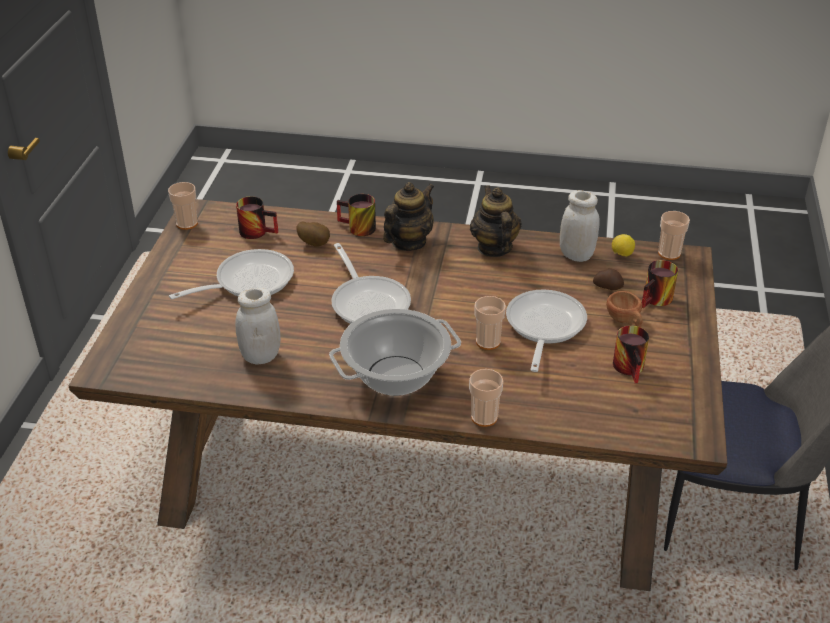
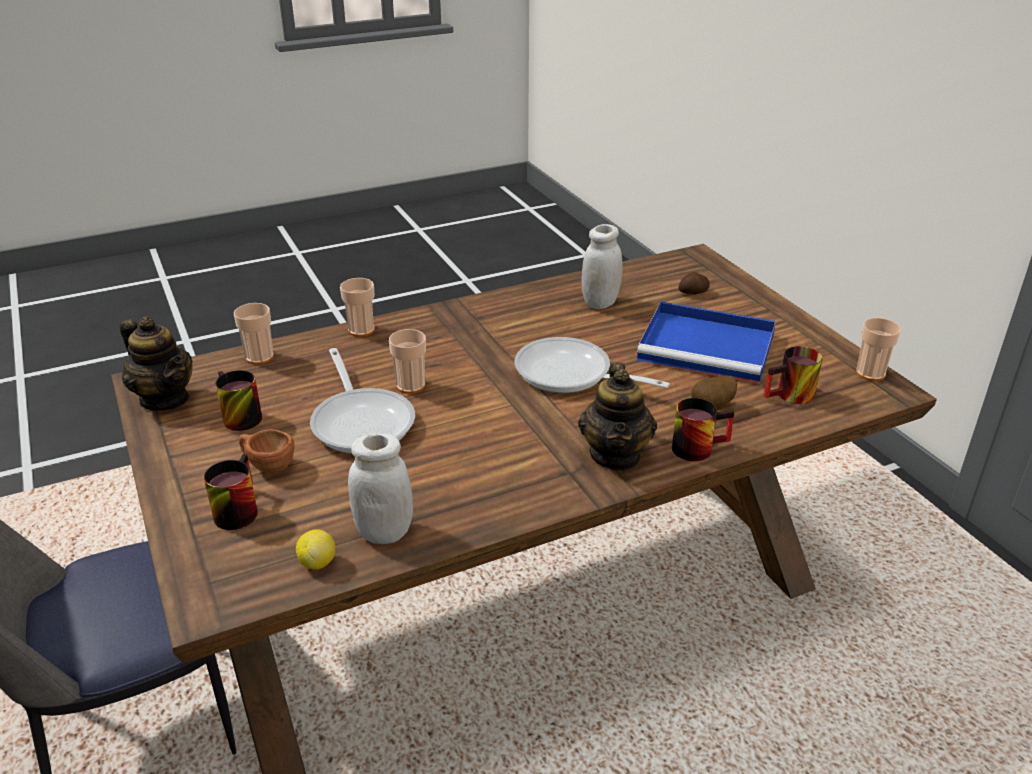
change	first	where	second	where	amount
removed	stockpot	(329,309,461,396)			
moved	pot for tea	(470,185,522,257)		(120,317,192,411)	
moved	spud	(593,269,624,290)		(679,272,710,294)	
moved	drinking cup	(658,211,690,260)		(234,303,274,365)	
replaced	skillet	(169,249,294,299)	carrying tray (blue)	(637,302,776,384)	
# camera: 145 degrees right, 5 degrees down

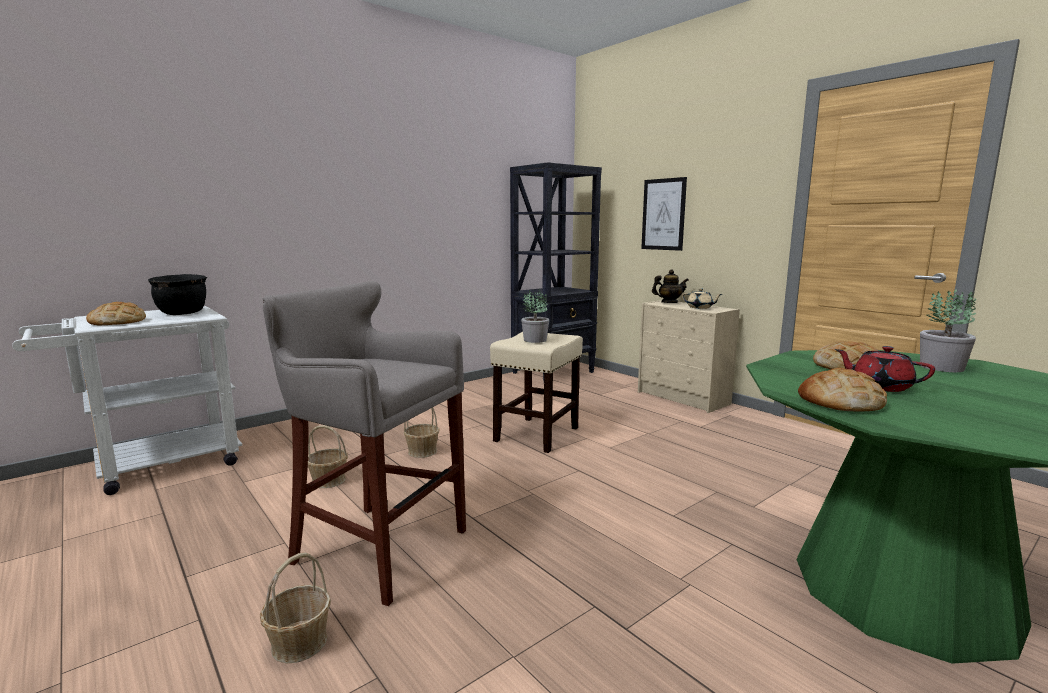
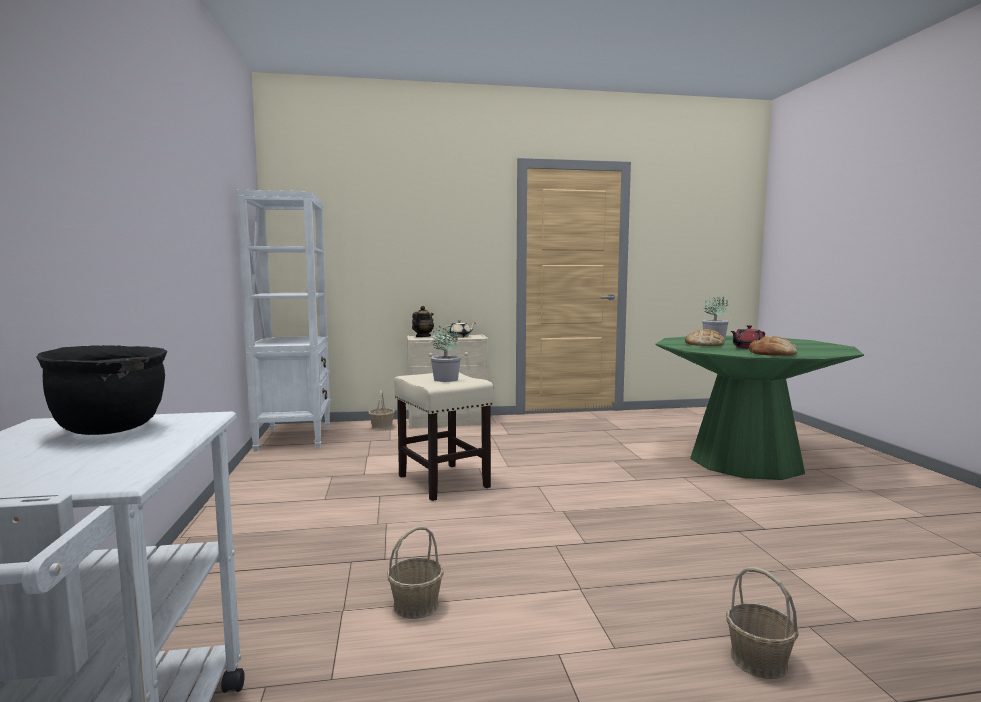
change	first	where	second	where	amount
removed	bakery bread	(86,302,146,325)			
removed	sitting stool (gray)	(263,281,466,606)			
removed	wall picture	(641,177,687,251)			
moved	basket	(404,407,440,458)		(368,390,395,431)	
recoloured	bookcase (black)	(510,162,602,380)	bookcase (white-coloured)	(236,190,331,452)	
# camera: 60 degrees left, 5 degrees down

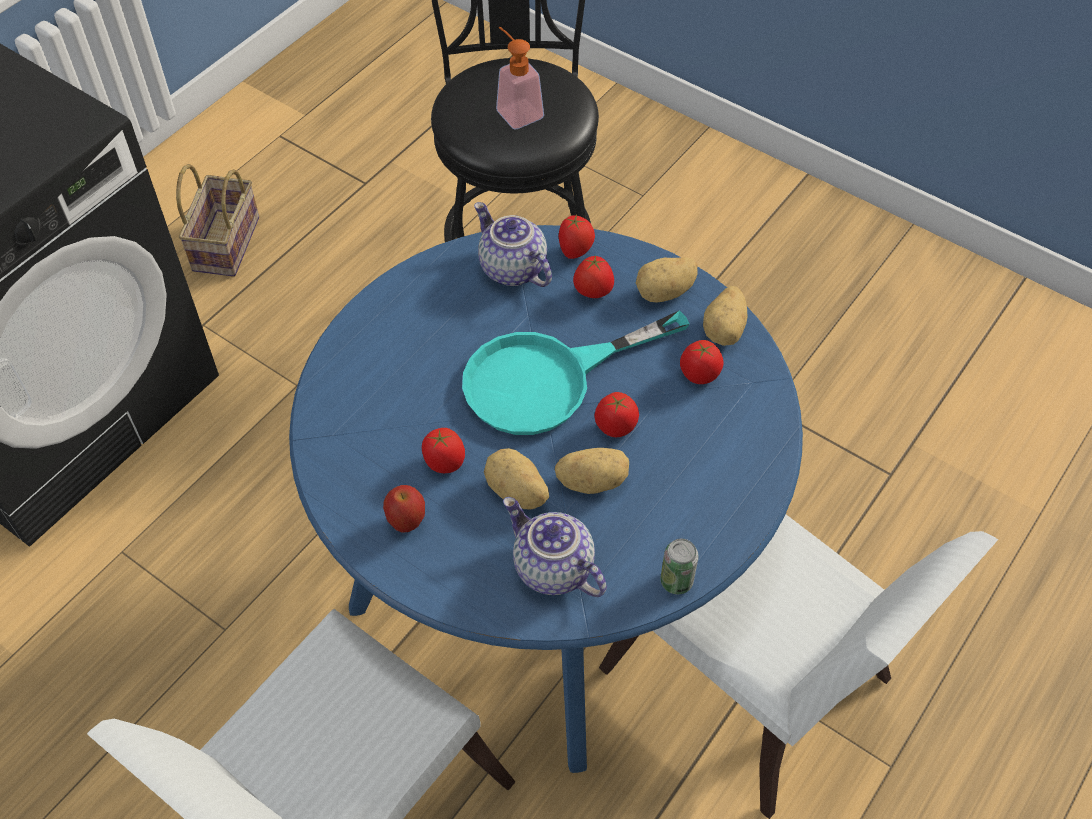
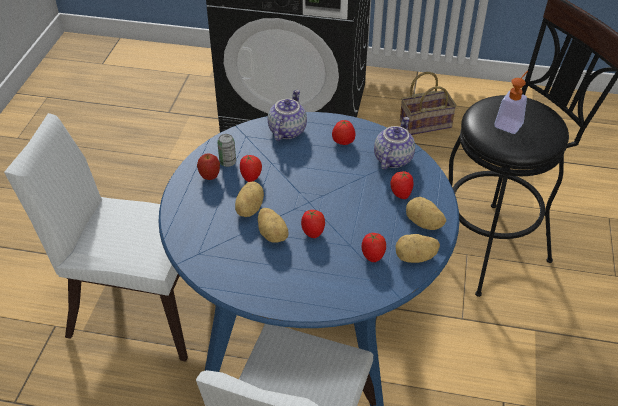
change	first	where	second	where	amount
removed	skillet (turquoise)	(462,310,690,435)			
moved	pot for tea	(503,497,607,597)		(268,90,307,141)	
moved	whole tomato	(559,215,595,259)		(332,119,355,145)	
moved	can	(660,538,699,594)		(217,134,236,167)	
# camera: 65 degrees right, 10 degrees down

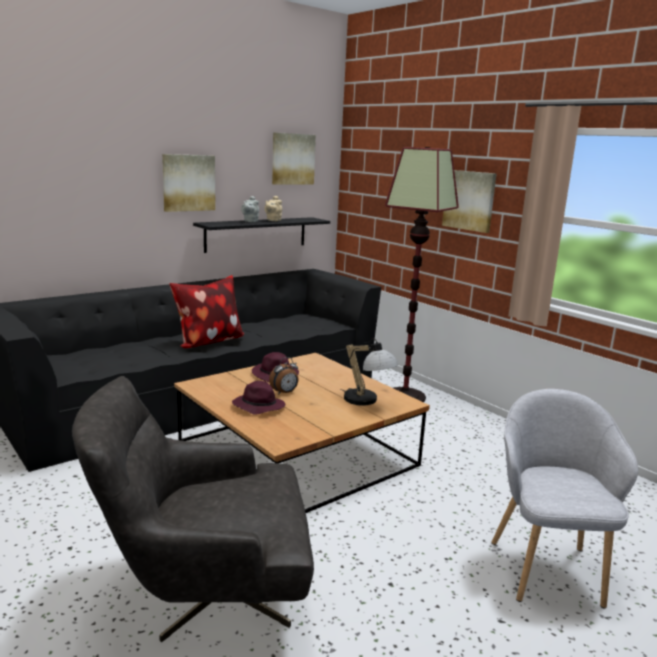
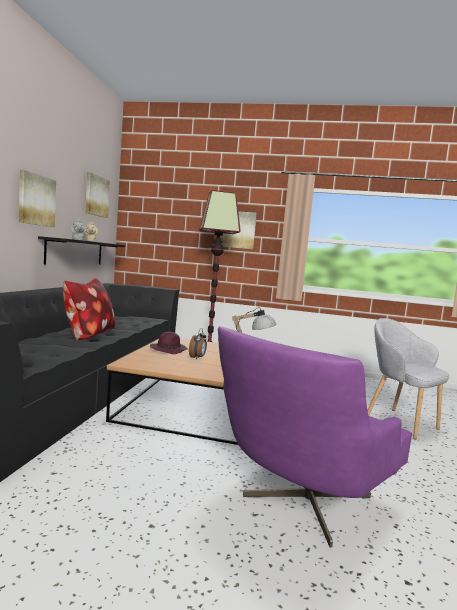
change	first	where	second	where	amount
removed	hat (purple)	(232,381,286,415)			
recoloured	lounge chair (gray)	(72,376,314,642)	lounge chair (purple)	(218,326,412,547)	
# camera: 40 degrees left, 10 degrees down

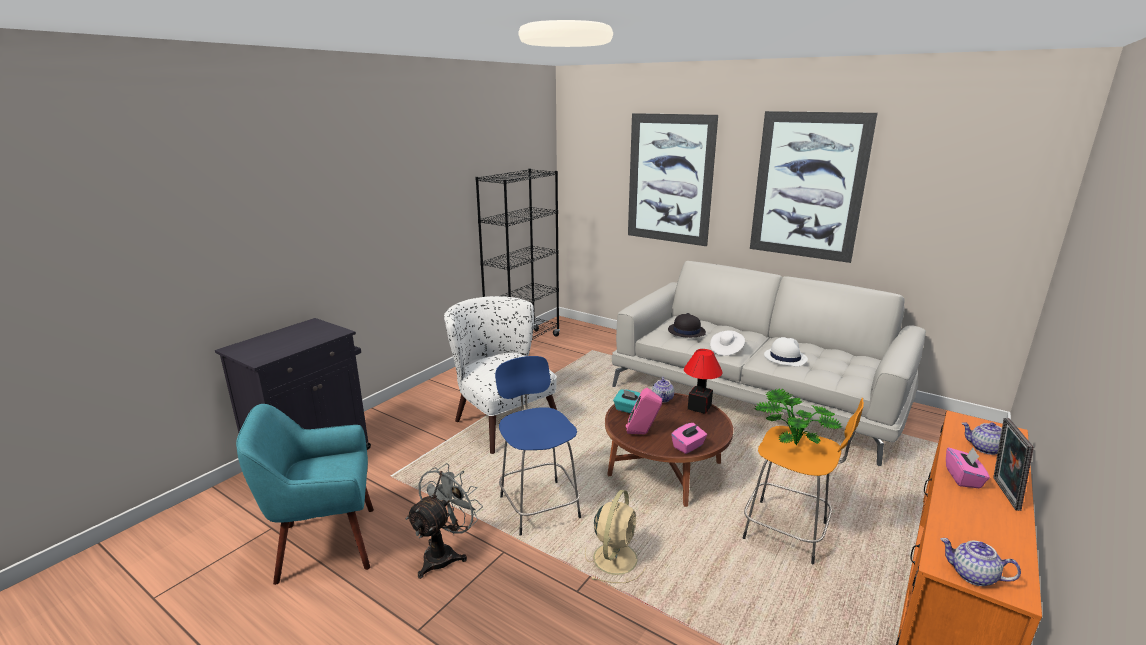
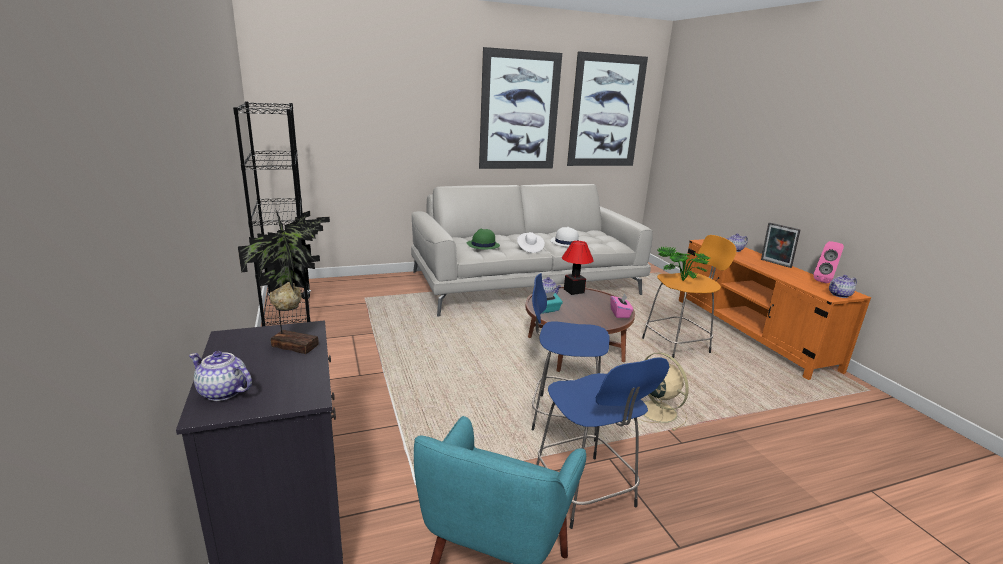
change	first	where	second	where	amount
removed	lounge chair (white-coloured)	(444,296,557,454)			
removed	tissue holder (pinkish)	(946,447,990,489)			
added			pot for tea	(189,351,252,401)	
added			potted plant	(238,210,330,354)	
moved	loudspeaker (pinkish)	(626,388,662,434)		(813,241,844,283)	
moved	wall picture	(628,113,718,246)		(567,51,648,166)	
replaced	electric fan (gray)	(405,463,483,579)	sitting stool (blue)	(536,357,669,529)	
recoloured	hat (black)	(668,313,706,338)	hat (green)	(467,229,500,249)	
# camera: 55 degrees left, 0 degrees up

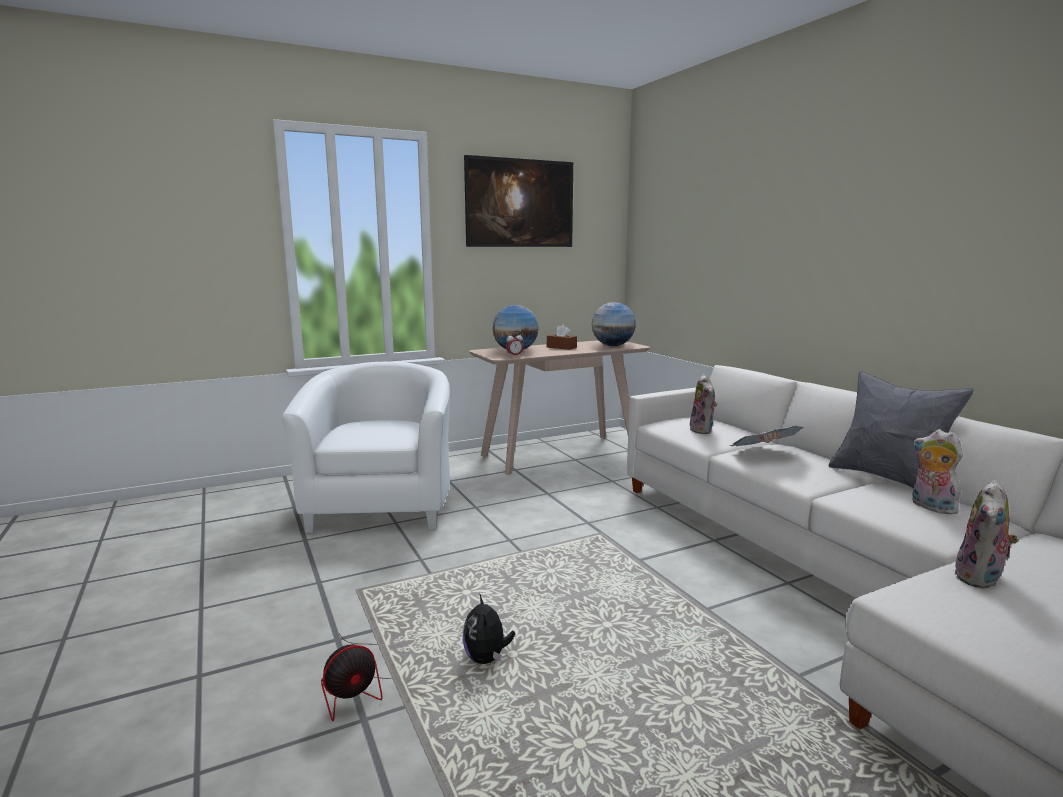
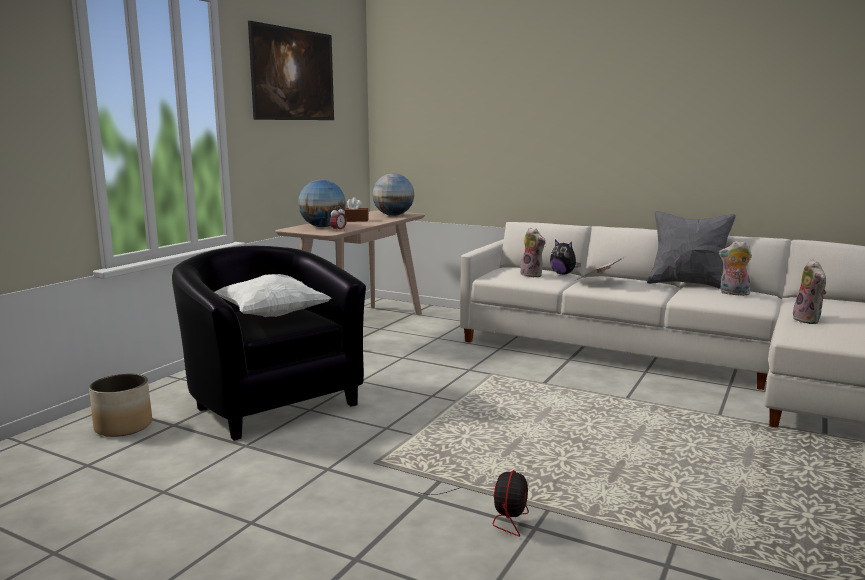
change	first	where	second	where	amount
added			flower pot	(89,374,152,437)	
added			pillow (white-coloured)	(215,274,331,317)	
moved	plush toy	(462,593,515,664)		(550,240,581,274)	
recoloured	lounge chair (white-coloured)	(282,362,450,533)	lounge chair (black)	(172,246,366,441)	
# camera: 35 degrees left, 0 degrees up

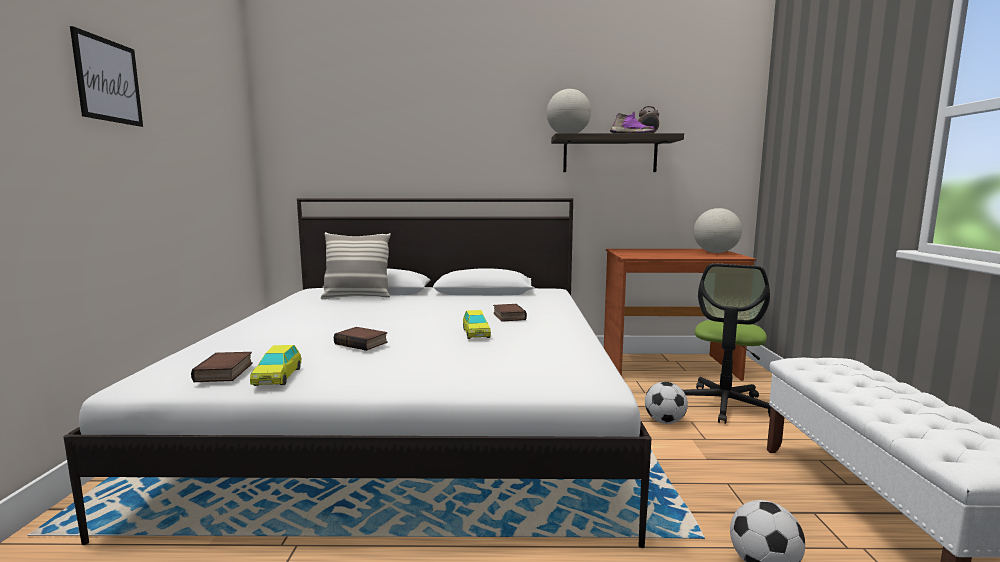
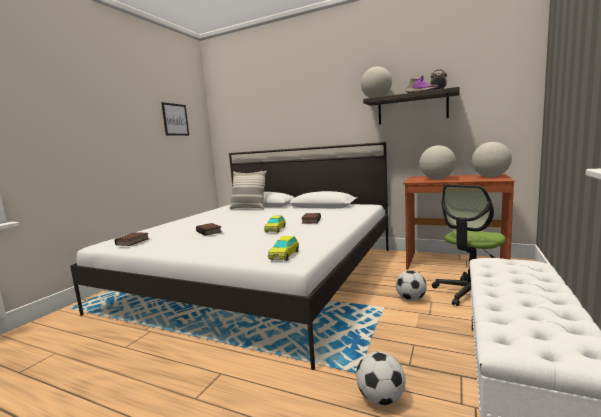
change	first	where	second	where	amount
added			globe	(419,145,456,180)	
moved	wall picture	(70,26,143,127)		(161,102,189,136)	
moved	model car	(250,345,301,386)		(268,236,299,261)	
# camera: 25 degrees right, 0 degrees up

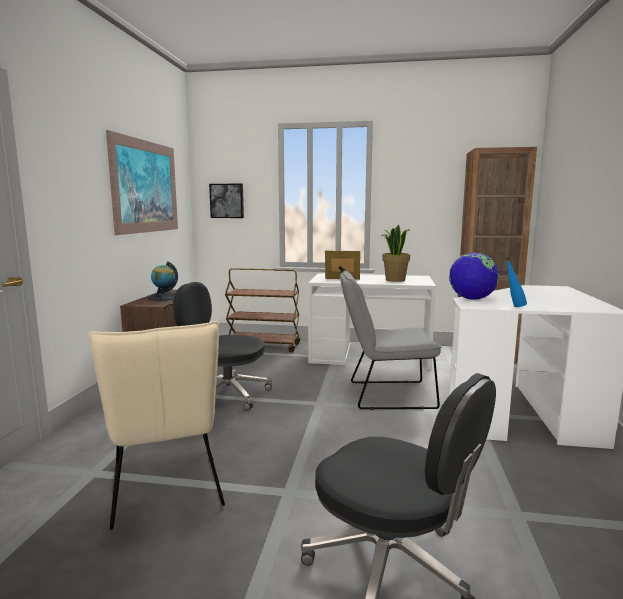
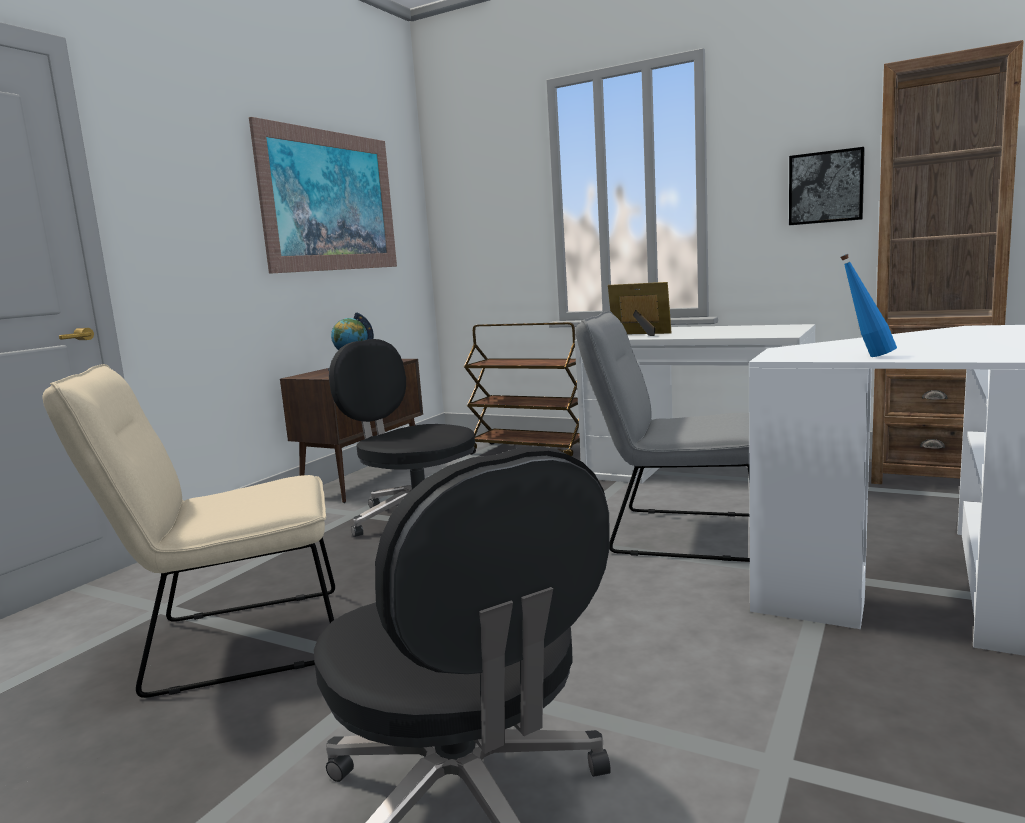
change	first	where	second	where	amount
removed	potted plant	(382,225,410,282)			
removed	globe	(449,252,499,300)			
moved	wall picture	(209,184,244,218)		(789,147,865,225)	
turned	plain chair (sand-coloured)	(88,321,225,530)		(42,364,335,698)	75 degrees clockwise
# camera: 20 degrees right, 0 degrees up

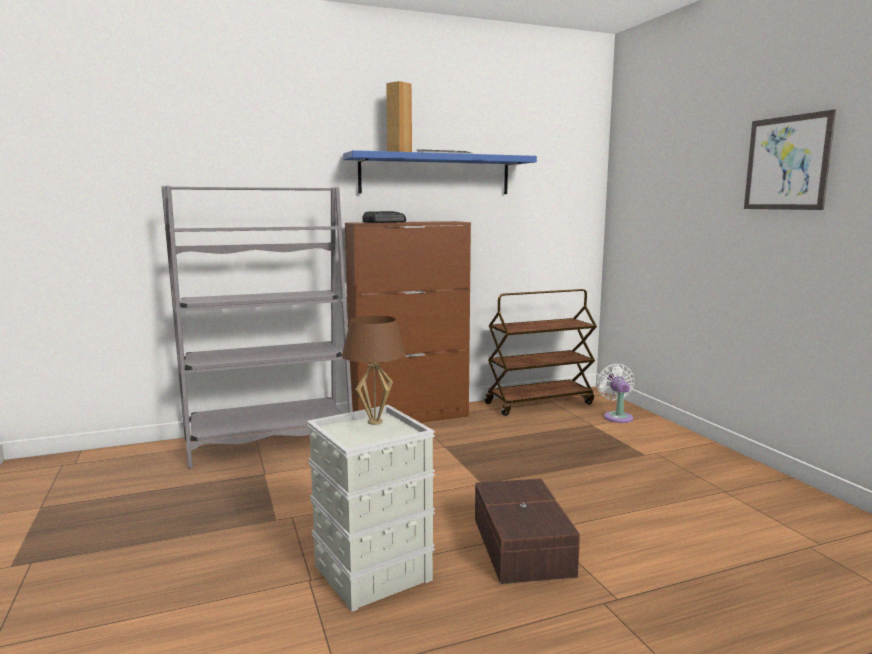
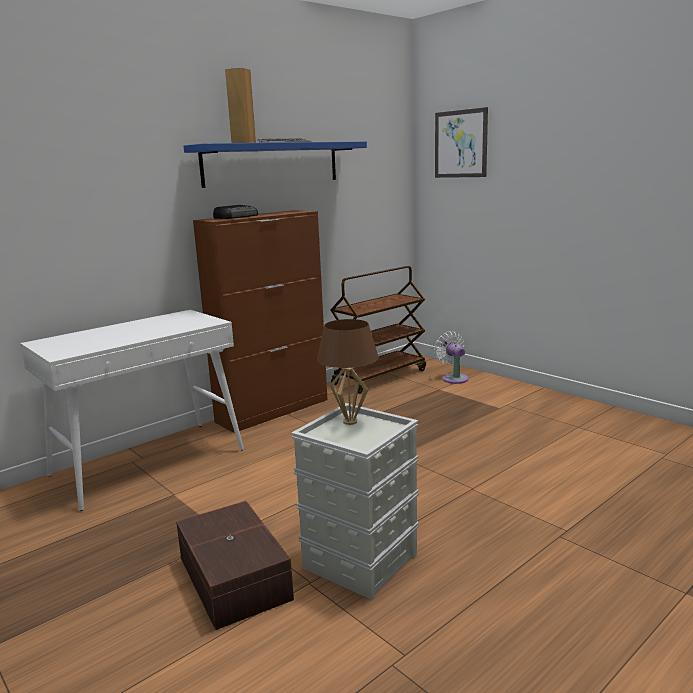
change	first	where	second	where	amount
moved	storage container (brownish)	(475,478,580,584)		(176,501,294,630)	
moved	wall picture	(744,109,836,210)		(435,107,488,178)	
replaced	bookcase (gray)	(162,186,353,468)	narrow table (white-coloured)	(20,310,244,511)	
# camera: 20 degrees left, 5 degrees up

